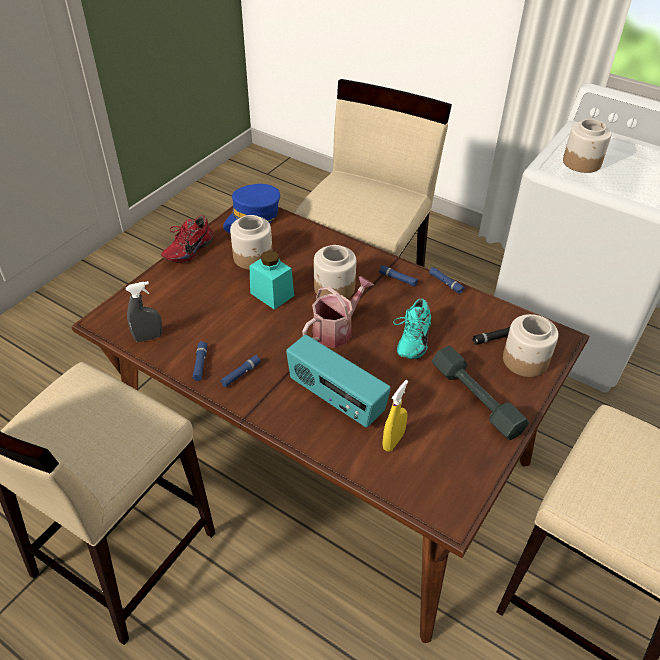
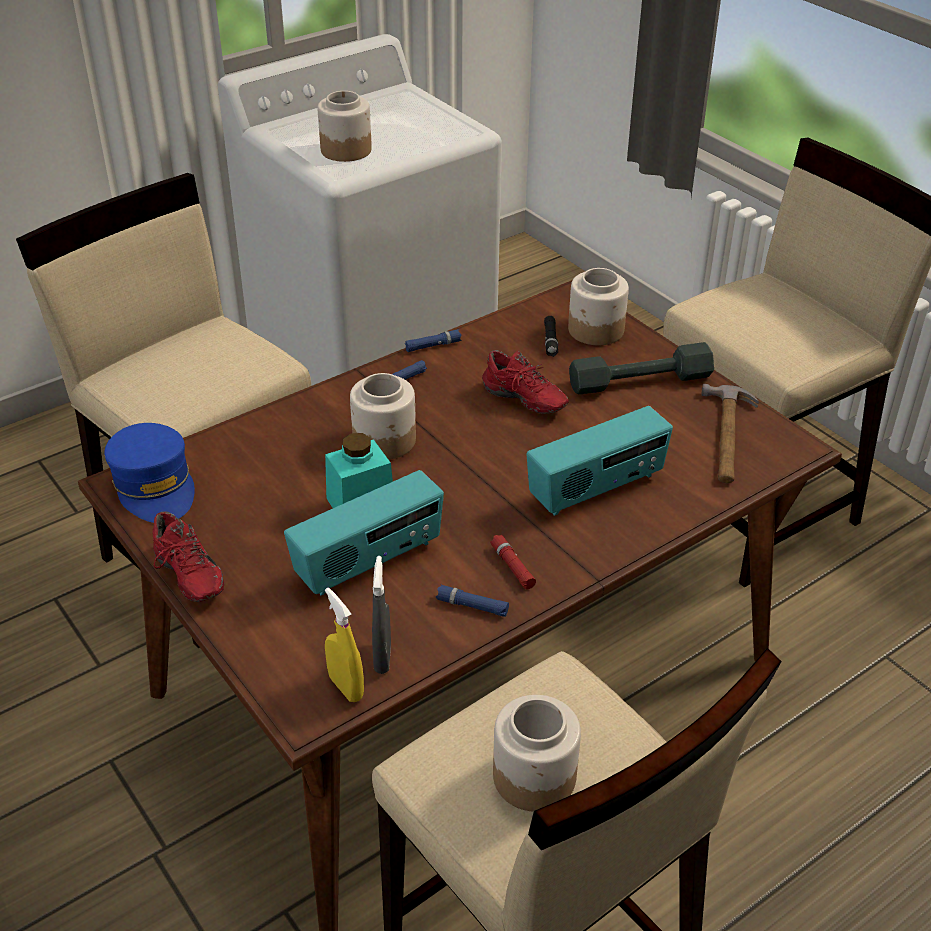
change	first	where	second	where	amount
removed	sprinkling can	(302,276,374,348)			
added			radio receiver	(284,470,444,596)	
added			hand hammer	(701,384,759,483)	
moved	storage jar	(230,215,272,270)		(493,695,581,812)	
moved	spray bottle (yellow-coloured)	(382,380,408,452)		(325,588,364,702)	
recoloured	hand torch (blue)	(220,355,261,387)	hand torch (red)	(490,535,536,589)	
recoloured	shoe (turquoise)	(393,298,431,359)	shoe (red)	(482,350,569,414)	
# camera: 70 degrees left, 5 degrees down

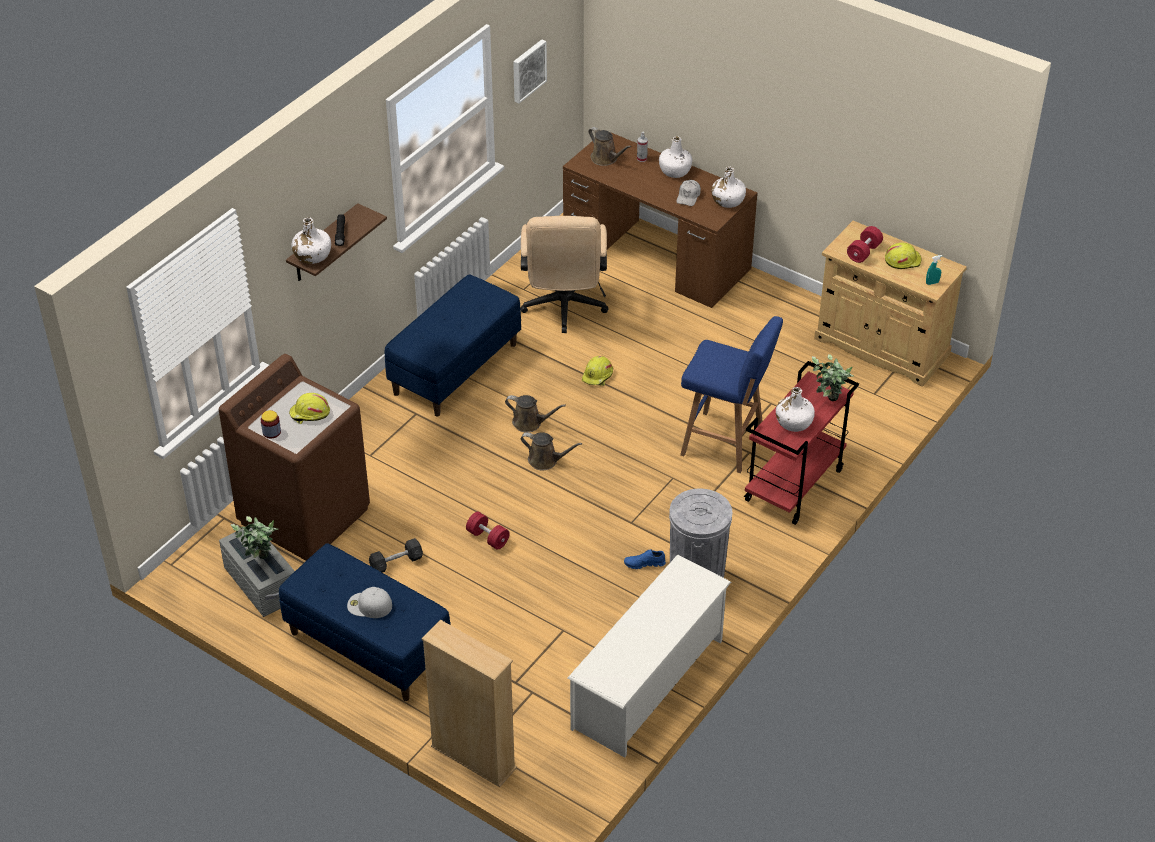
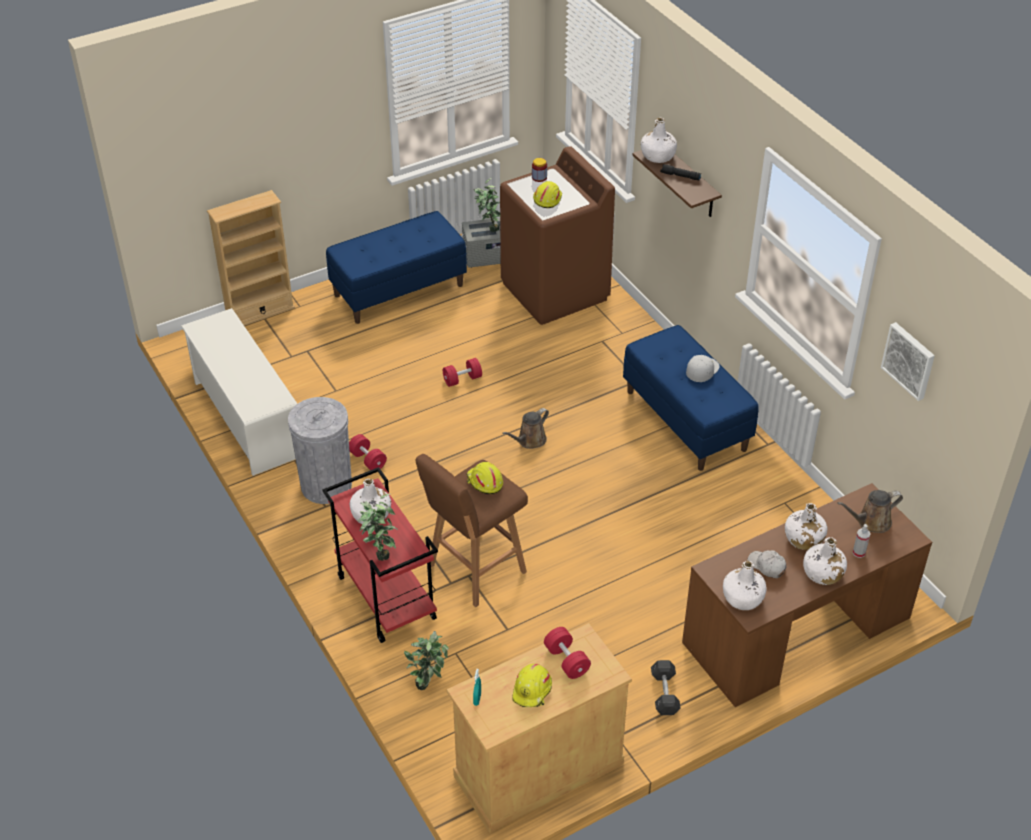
change	first	where	second	where	amount
removed	sprinkling can (brownish)	(505,395,566,433)			
removed	computer chair (sand-coloured)	(520,216,609,333)			
added			potted plant	(404,631,449,690)	
added			drink bottle (white-coloured)	(785,503,827,550)	
moved	peaked cap (white-coloured)	(347,587,392,618)		(686,355,720,382)	
moved	free weight (gray)	(369,538,423,573)		(651,660,681,715)	
moved	safety helmet (yellow-coloured)	(582,356,613,386)		(466,462,503,494)	
replaced	shoe (blue)	(624,549,666,569)	free weight (red)	(349,434,387,470)	
recoloured	sitting stool (blue)	(680,316,783,473)	sitting stool (brownish)	(416,454,528,607)	
# camera: 115 degrees right, 0 degrees up

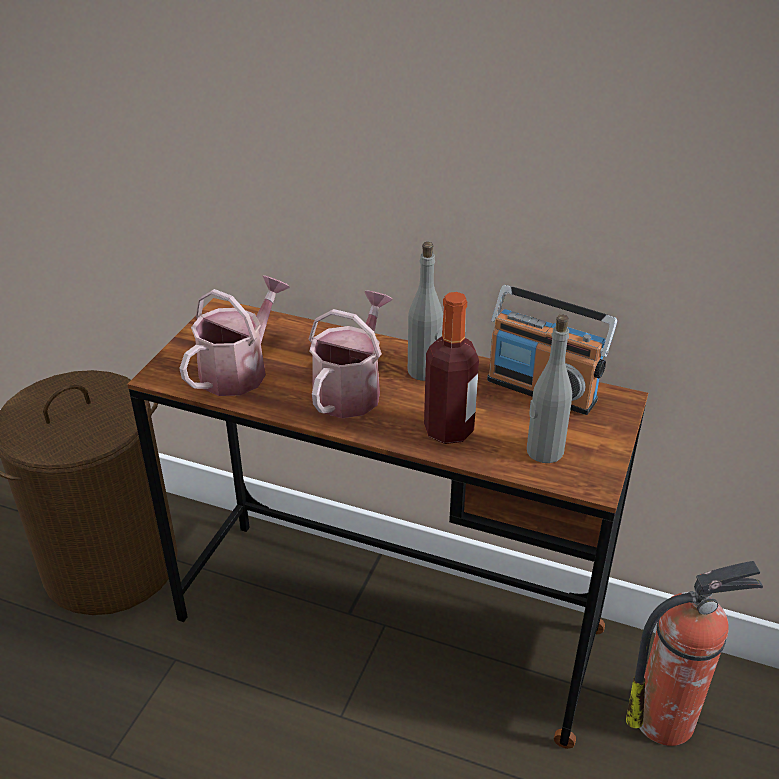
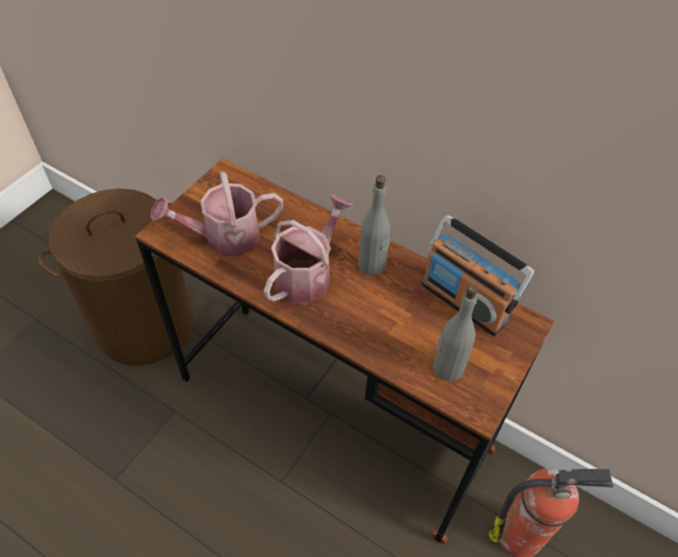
change	first	where	second	where	amount
removed	drink bottle	(424,292,479,444)			
turned	sprinkling can	(179,275,290,396)		(151,171,283,256)	150 degrees counterclockwise
# camera: 10 degrees right, 15 degrees up

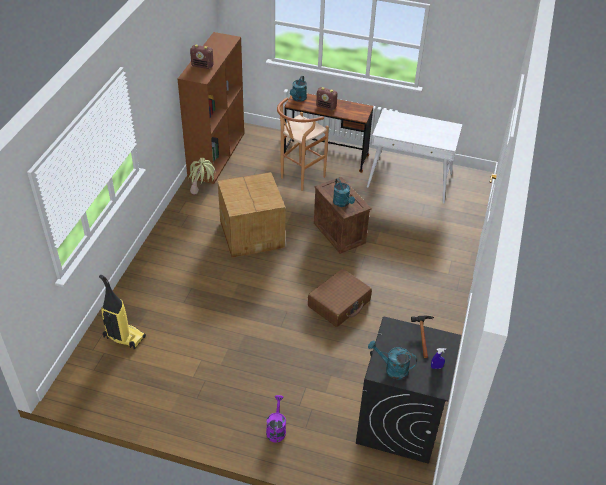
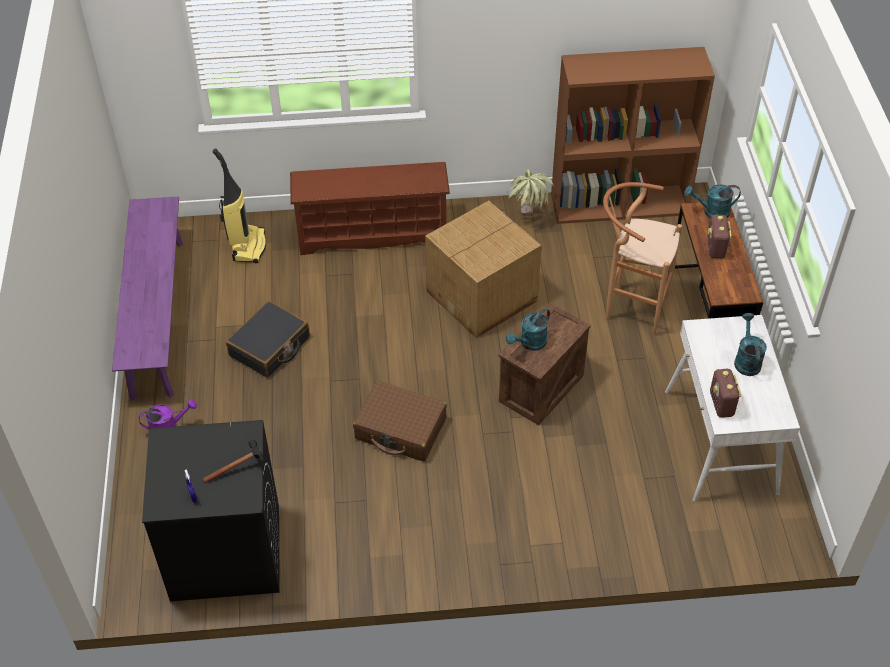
change	first	where	second	where	amount
added			bench (purple)	(112,196,183,401)	
added			travel case (black)	(226,301,310,378)	
added			shoe shelf (brownish)	(290,162,450,255)	
moved	radio receiver	(190,45,214,69)		(710,369,742,418)	
moved	sprinkling can (turquoise)	(368,340,417,380)		(734,313,767,376)	
# camera: 70 degrees right, 5 degrees up

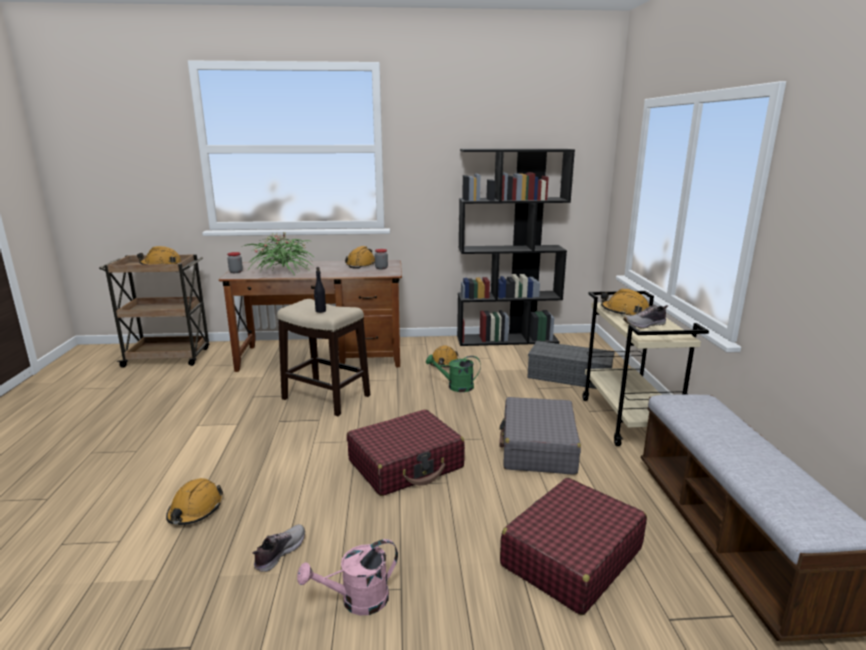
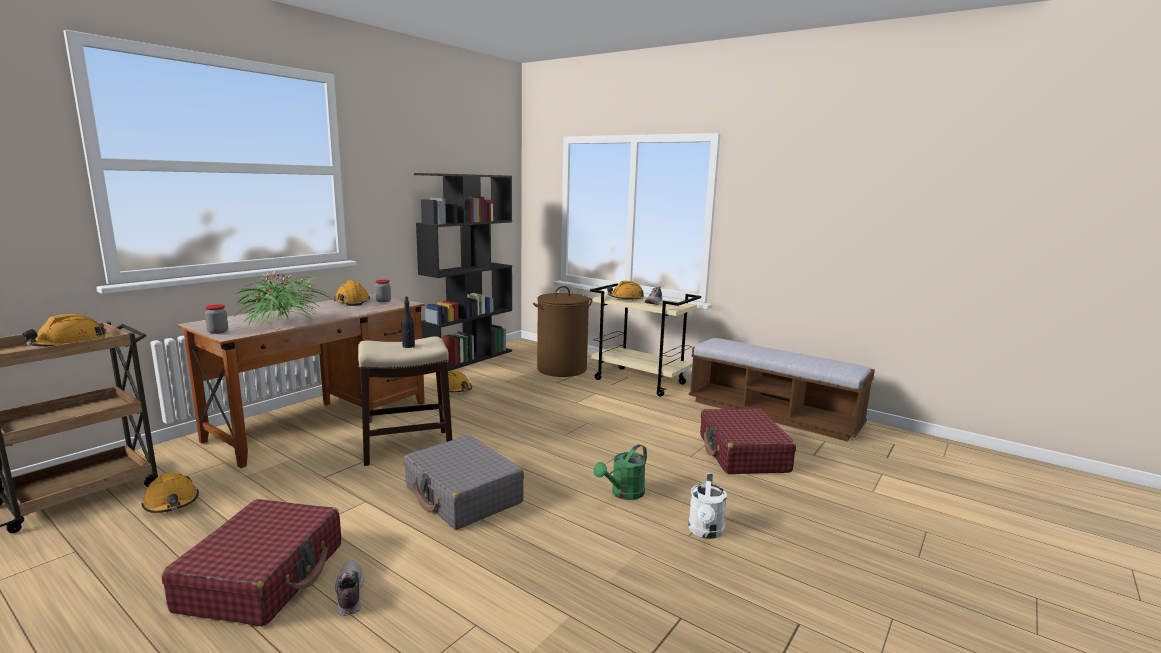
change	first	where	second	where	amount
moved	safety helmet (orange)	(166,478,223,525)		(141,473,199,513)	
moved	shoe	(252,524,305,572)		(335,561,364,616)	
moved	travel case (red)	(347,409,465,496)		(162,499,341,627)	
moved	sprinkling can (green)	(426,354,481,392)		(594,444,647,500)	
moved	travel case (gray)	(499,397,581,475)		(404,435,524,530)	
replaced	storage container (gray)	(527,341,615,389)	hamper (brownish)	(533,286,592,377)	
recoloured	sprinkling can (pinkish)	(297,539,398,615)	sprinkling can (white-coloured)	(688,473,727,539)	
# camera: 50 degrees left, 5 degrees down

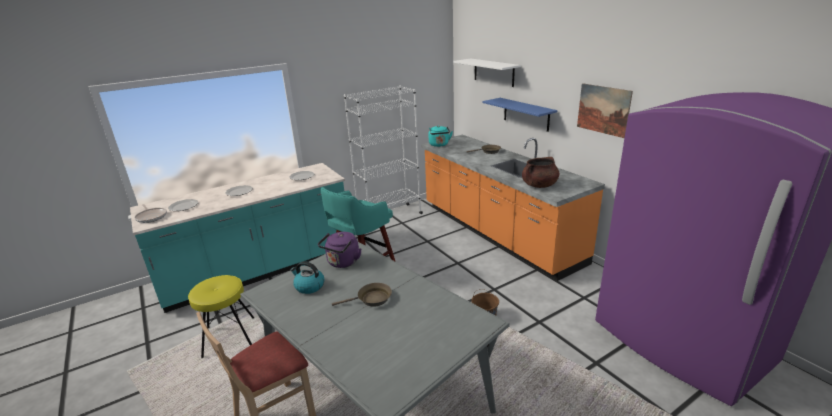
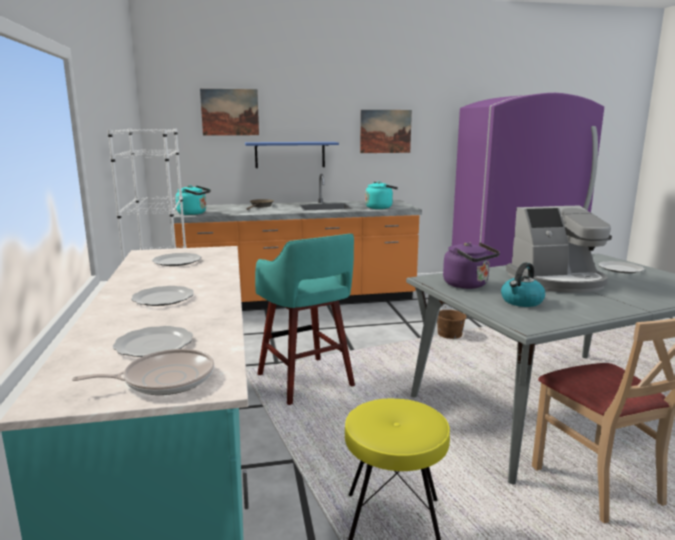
change	first	where	second	where	amount
added			dinner plate	(598,261,645,273)	
replaced	skillet (brownish)	(332,283,392,307)	coffee brewer	(506,206,612,293)	
replaced	wall shelf (white-coloured)	(453,59,521,87)	wall picture	(200,89,259,136)	
replaced	stockpot (brownish)	(522,157,559,188)	tea kettle (turquoise)	(365,181,398,209)	
# camera: 70 degrees left, 10 degrees down

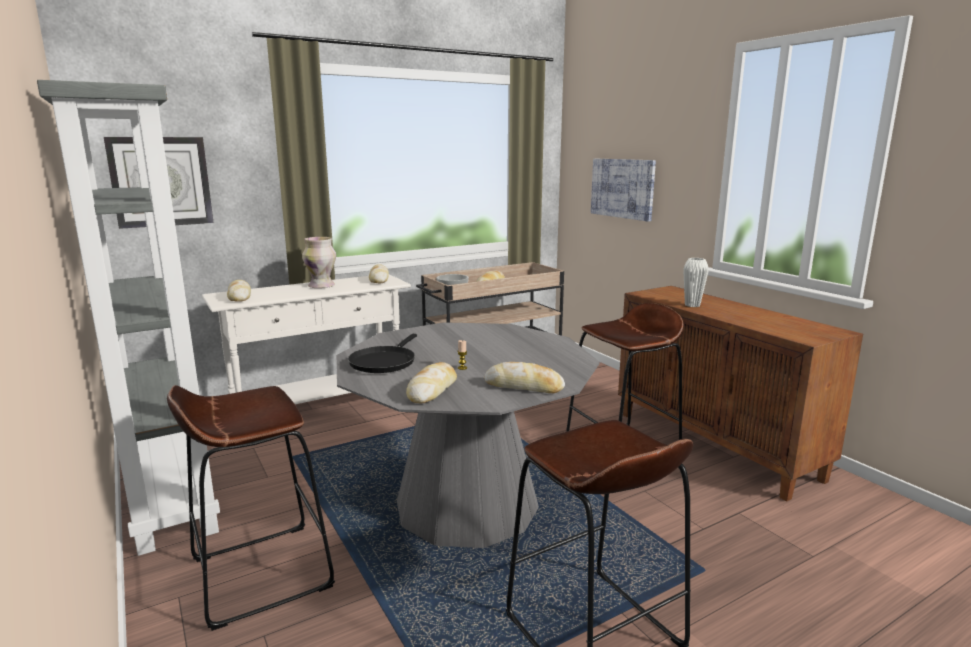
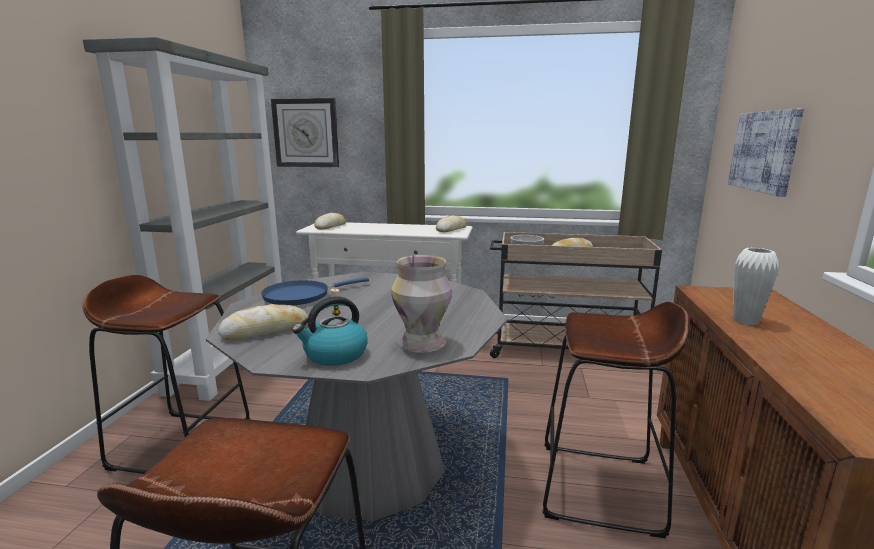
change	first	where	second	where	amount
moved	flower vase	(302,237,336,288)		(391,255,452,353)	
replaced	bakery bread	(484,362,565,394)	tea kettle	(292,296,368,366)	
recoloured	skillet (black)	(348,334,417,373)	skillet (blue)	(261,277,369,305)	
# camera: 40 degrees right, 0 degrees up

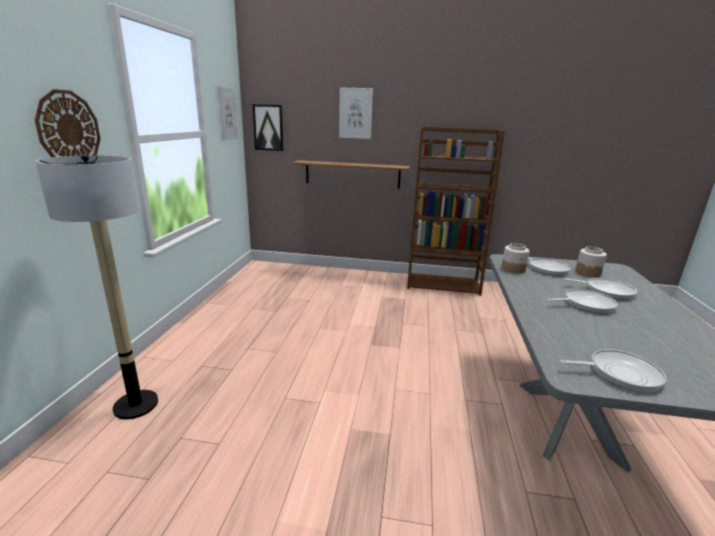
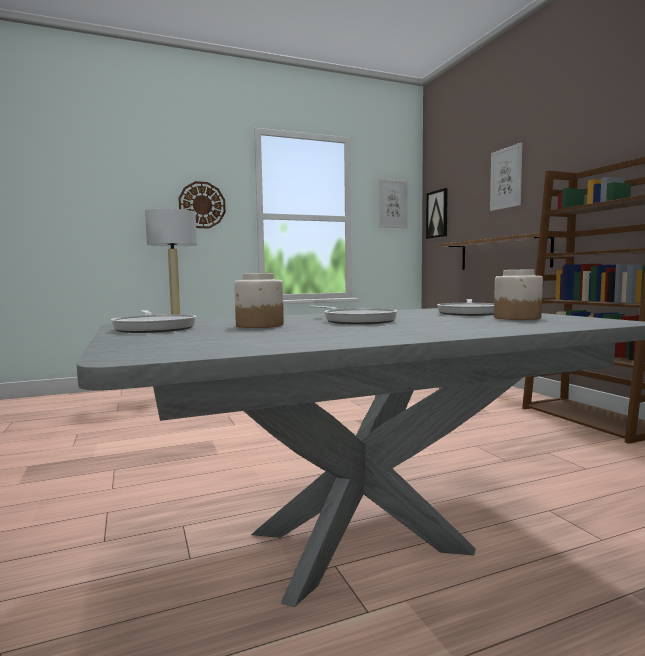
change	first	where	second	where	amount
removed	skillet	(563,278,637,300)			
moved	storage jar	(501,243,529,273)		(234,273,284,328)	
# camera: 60 degrees right, 15 degrees down

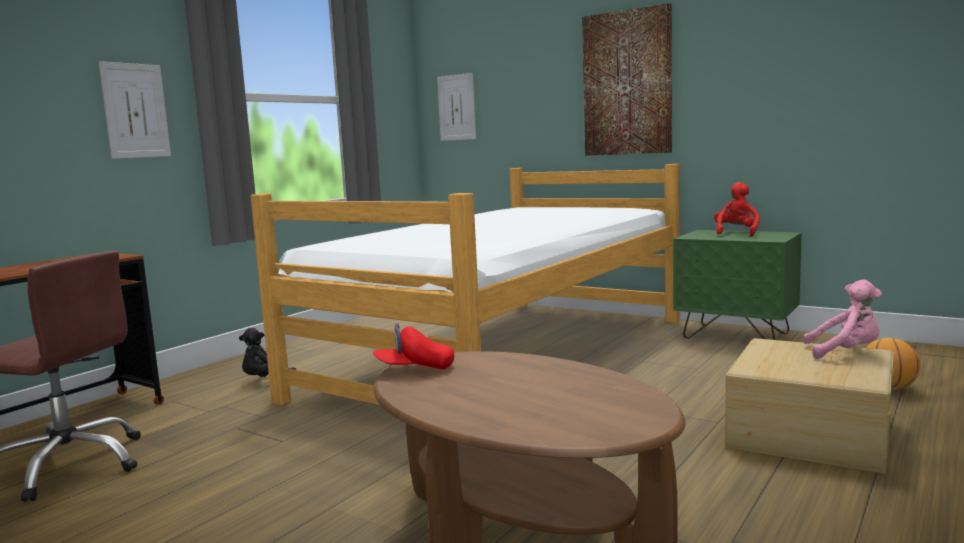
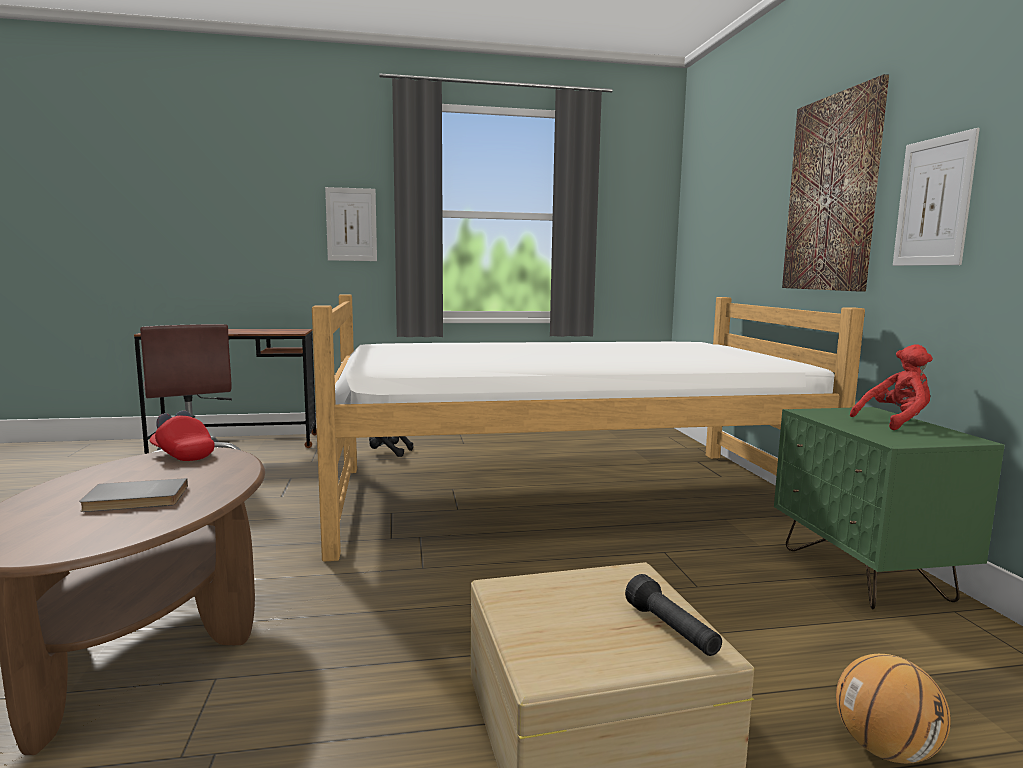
change	first	where	second	where	amount
added			volume (gray)	(79,478,188,512)	
moved	wall picture	(437,73,476,141)		(893,128,980,266)	
replaced	plush toy (pinkish)	(803,280,882,359)	hand torch (black)	(625,574,722,656)	
# camera: 45 degrees right, 0 degrees up

